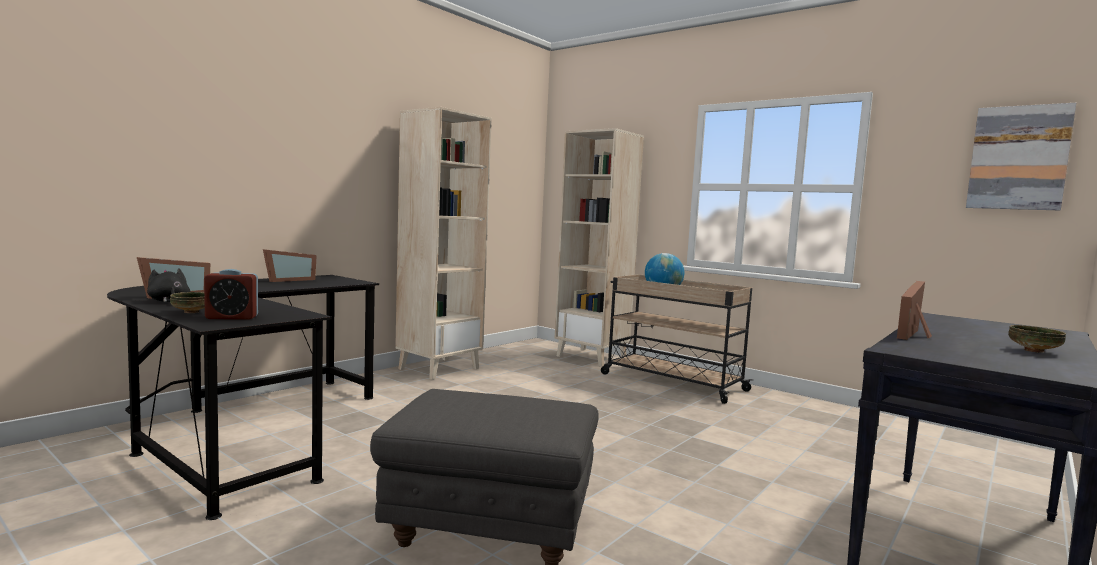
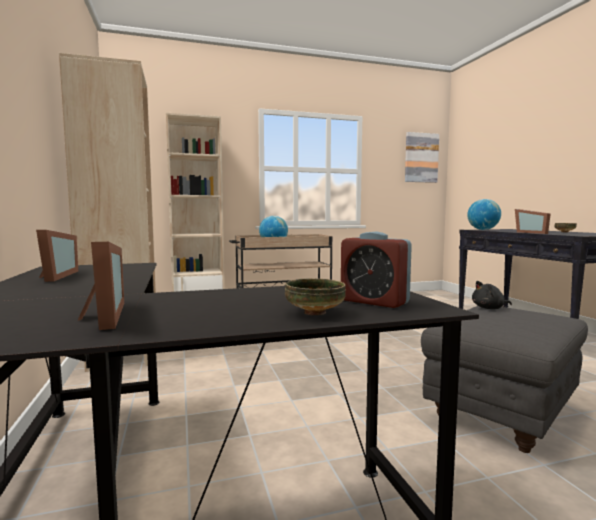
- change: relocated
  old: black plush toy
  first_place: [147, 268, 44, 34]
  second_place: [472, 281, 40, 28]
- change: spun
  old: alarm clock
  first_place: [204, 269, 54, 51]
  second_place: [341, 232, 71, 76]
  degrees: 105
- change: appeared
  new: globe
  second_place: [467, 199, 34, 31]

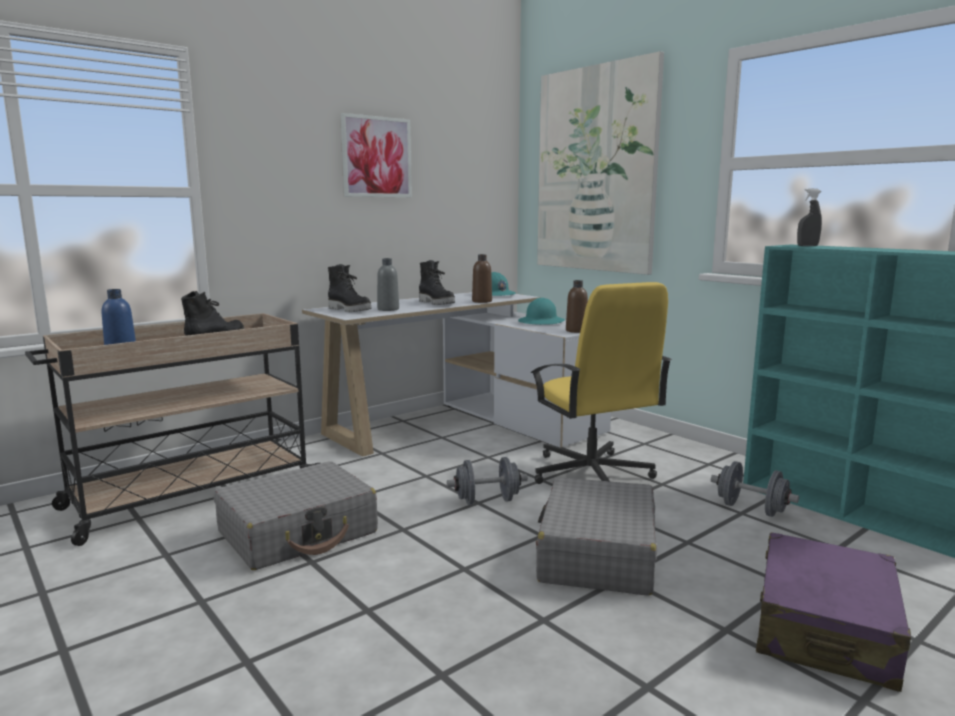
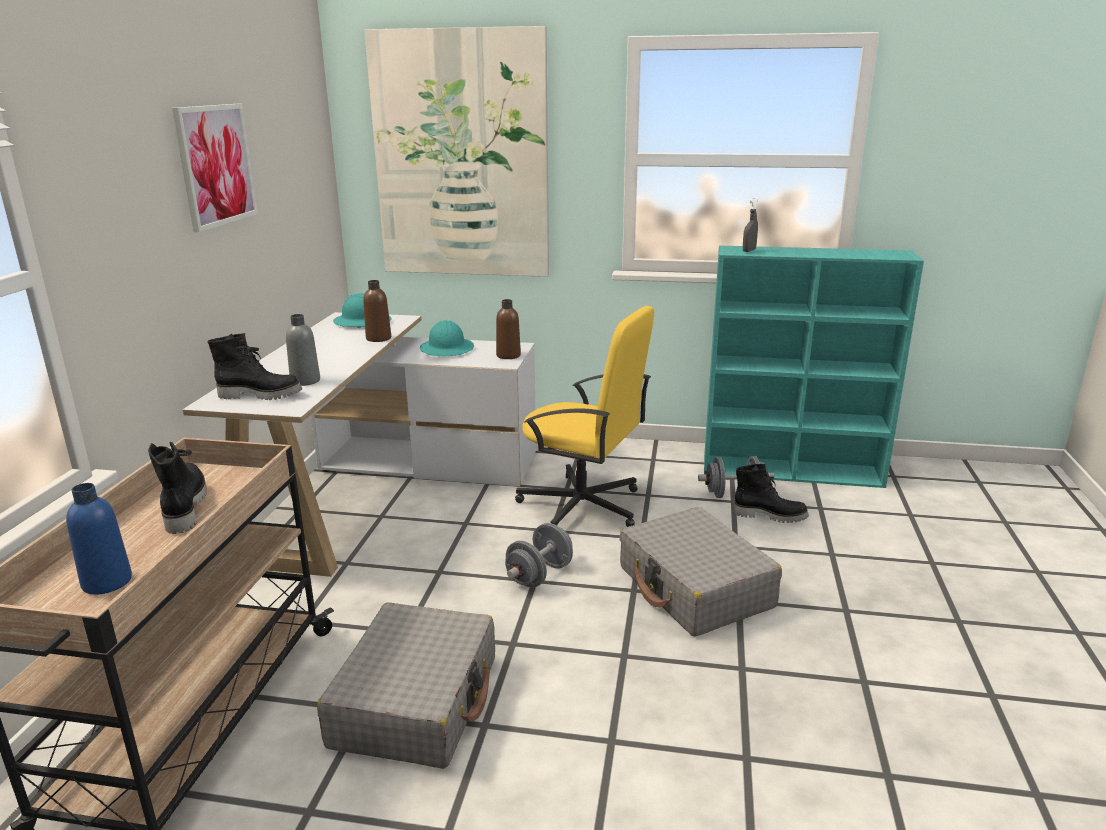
- change: relocated
  old: black boot
  first_place: [419, 260, 36, 45]
  second_place: [734, 464, 75, 59]
- change: missing
  old: purple suitcase
  first_place: [756, 532, 155, 160]

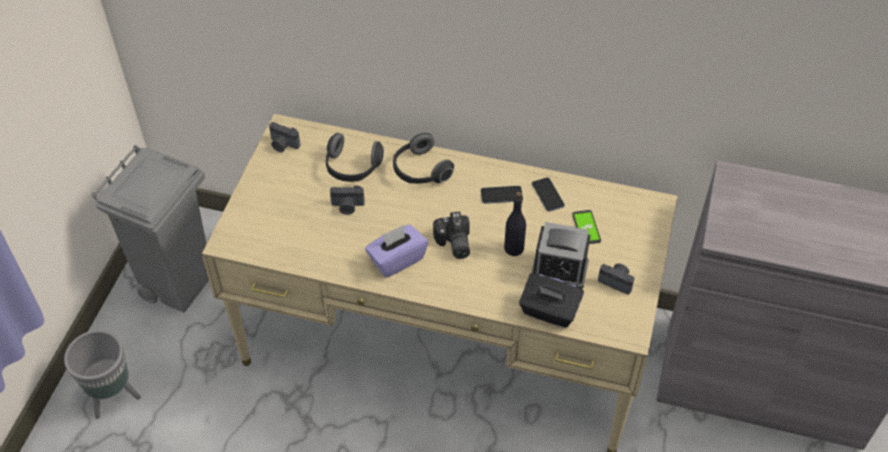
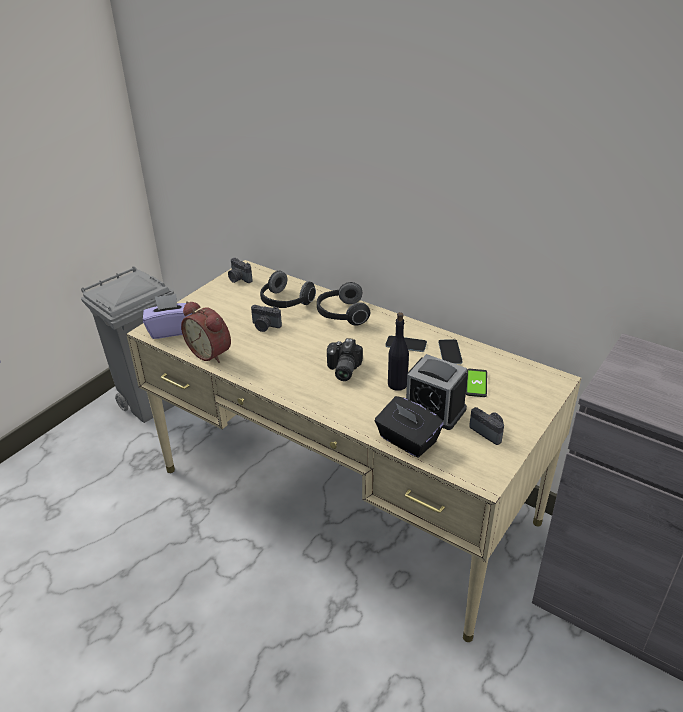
- change: relocated
  old: purple tissue box
  first_place: [365, 225, 63, 53]
  second_place: [143, 294, 49, 45]
- change: missing
  old: grey planter
  first_place: [64, 330, 77, 89]
- change: appeared
  new: alarm clock
  second_place: [181, 301, 50, 62]

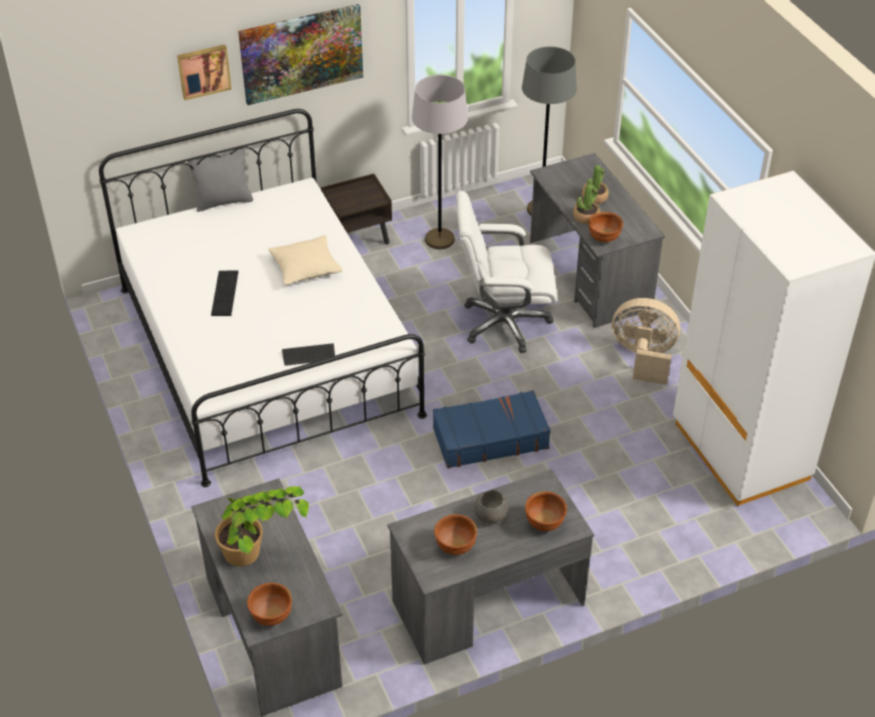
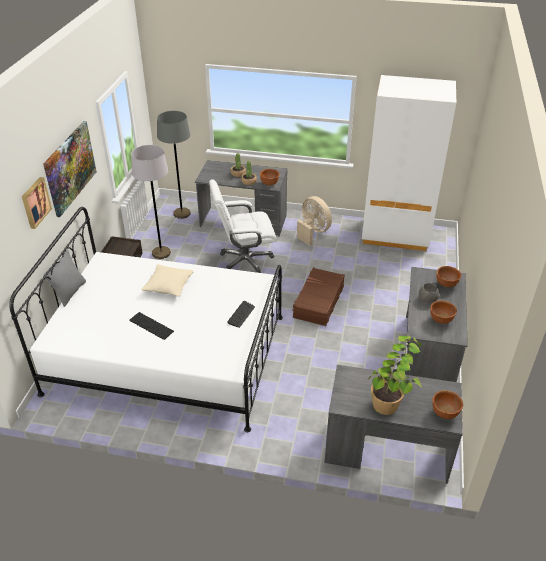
- change: spun
  old: white office chair
  first_place: [456, 191, 101, 162]
  second_place: [209, 179, 68, 94]
  degrees: 45
- change: spun
  old: beige fan
  first_place: [612, 298, 68, 87]
  second_place: [297, 196, 35, 50]
  degrees: 90
- change: colour
  old: blue suitcase
  new: brown suitcase
  first_place: [433, 390, 118, 78]
  second_place: [292, 267, 53, 59]

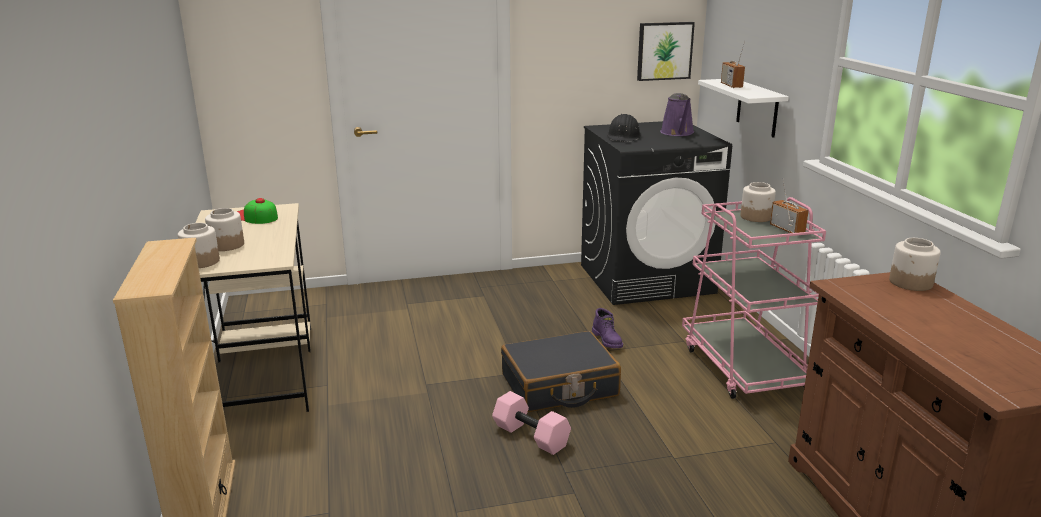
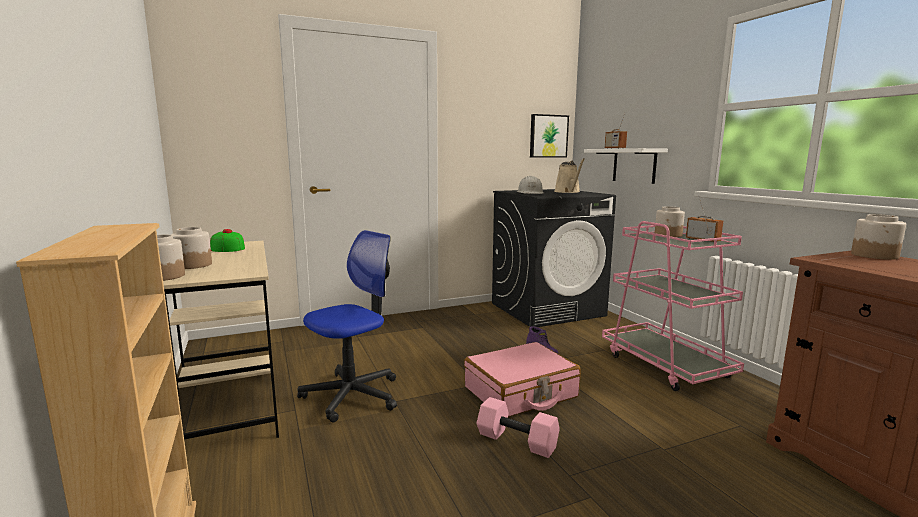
- change: colour
  old: purple watering can
  new: beige watering can
  first_place: [660, 93, 34, 43]
  second_place: [554, 158, 31, 35]
- change: colour
  old: black hard hat
  new: white hard hat
  first_place: [607, 114, 34, 28]
  second_place: [517, 176, 27, 18]
- change: colour
  old: black suitcase
  new: pink suitcase
  first_place: [501, 331, 120, 81]
  second_place: [464, 342, 117, 75]
- change: appeared
  new: office chair
  second_place: [297, 230, 100, 193]

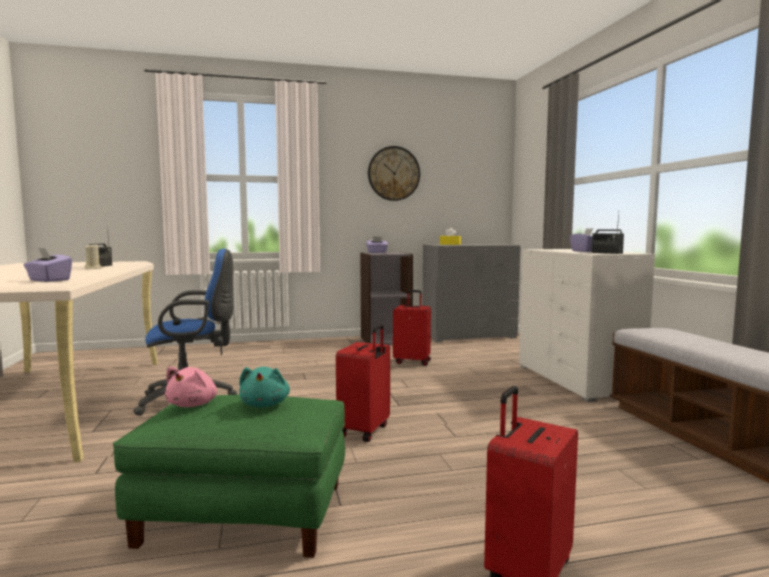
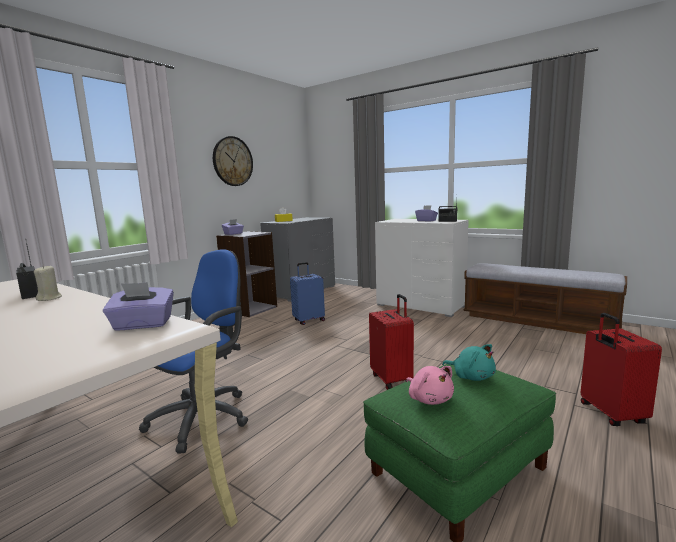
- change: colour
  old: red suitcase
  new: blue suitcase
  first_place: [393, 290, 38, 76]
  second_place: [290, 262, 35, 63]

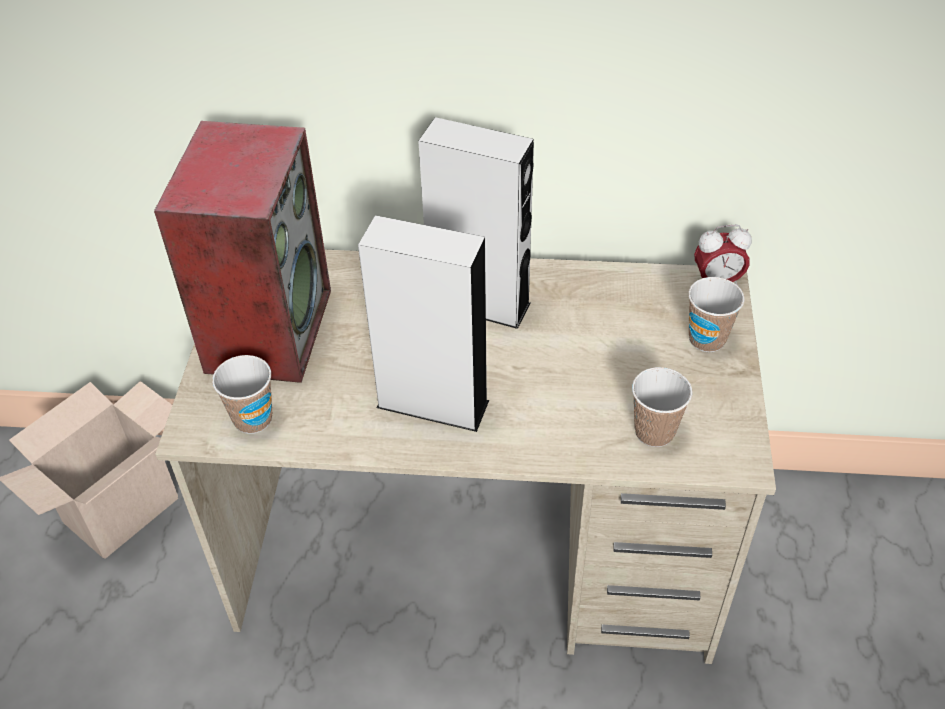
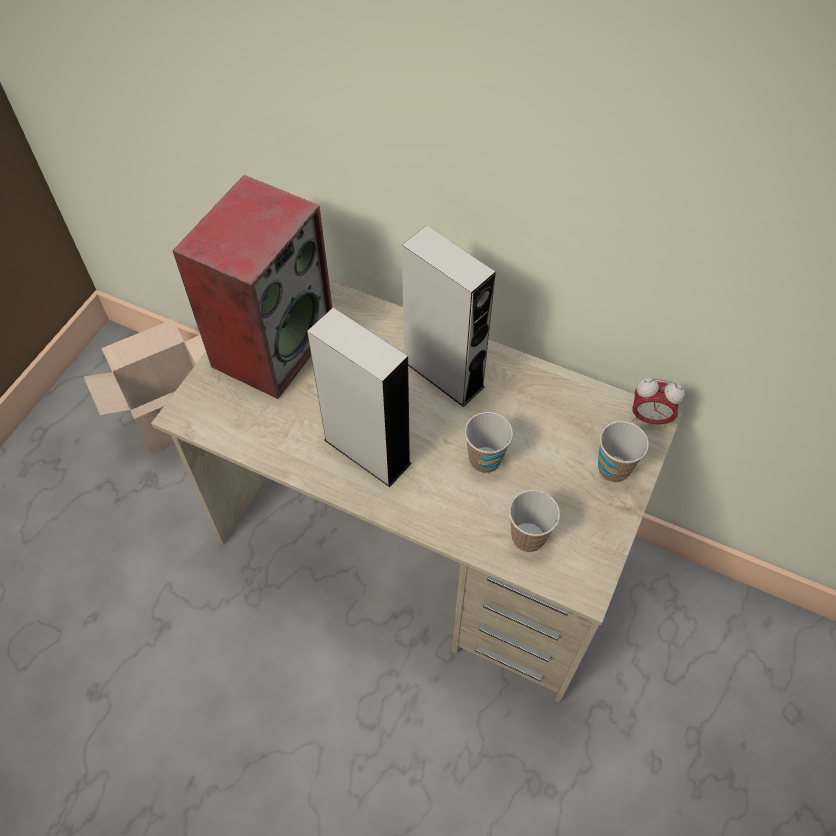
- change: relocated
  old: cup
  first_place: [212, 355, 60, 79]
  second_place: [465, 412, 48, 61]

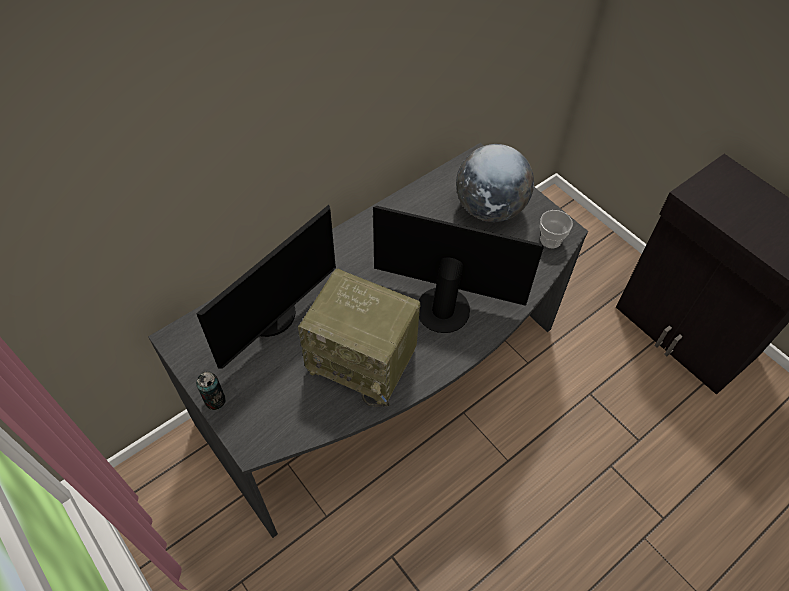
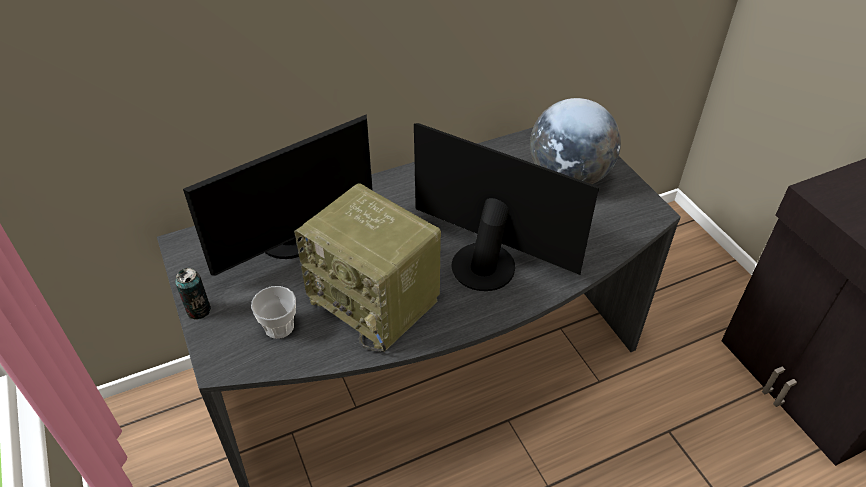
- change: relocated
  old: cup
  first_place: [540, 210, 33, 39]
  second_place: [251, 286, 45, 53]

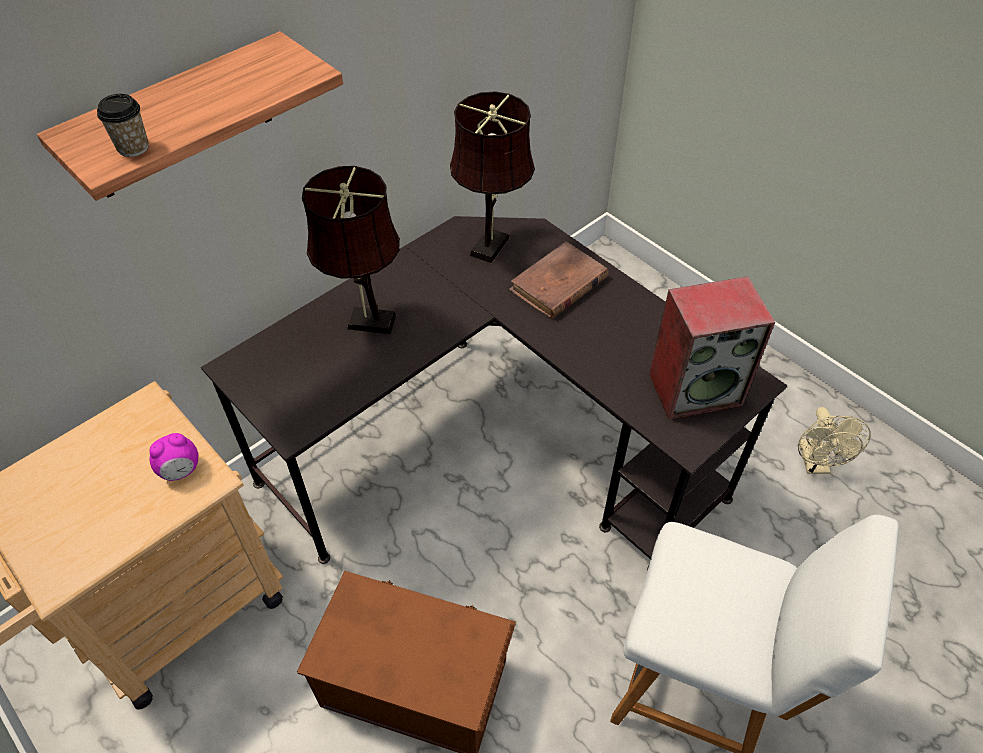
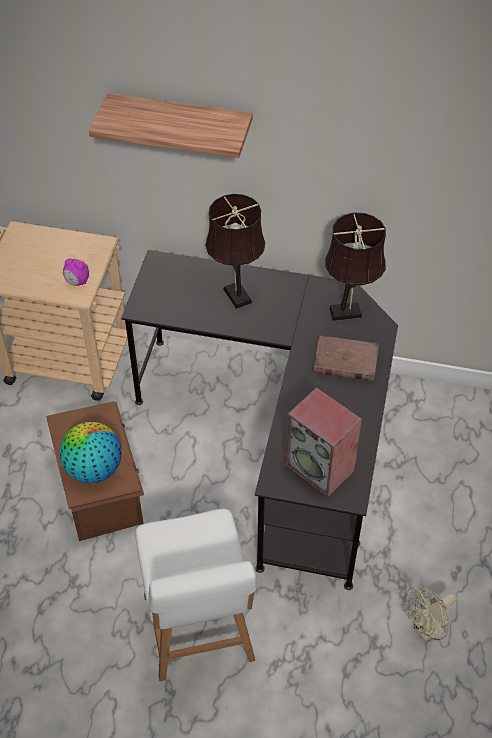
- change: missing
  old: cup
  first_place: [97, 94, 52, 63]
- change: appeared
  new: globe
  second_place: [60, 422, 62, 62]

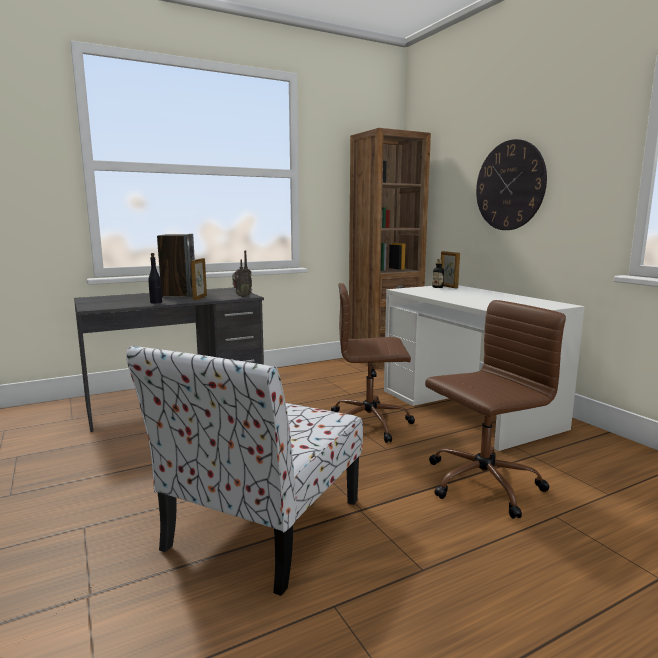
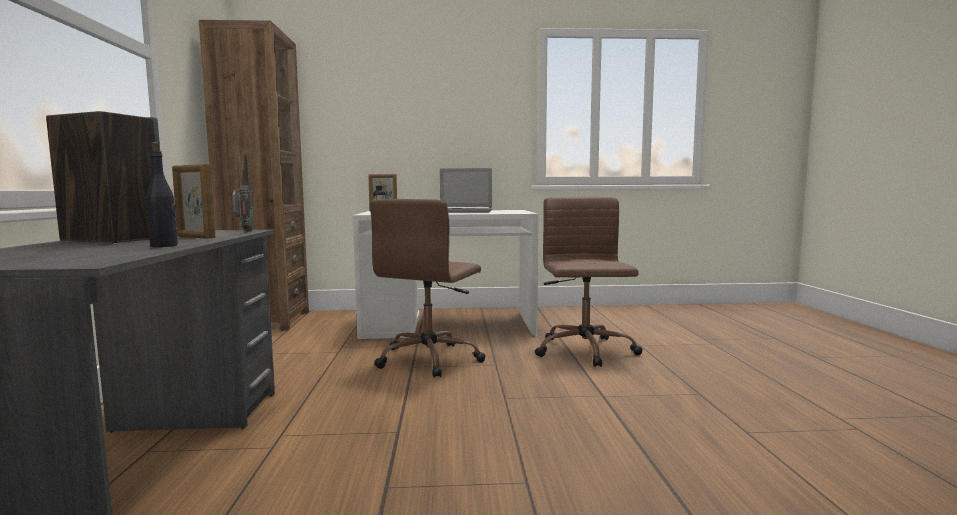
- change: missing
  old: wall clock
  first_place: [476, 139, 71, 91]
- change: missing
  old: chair
  first_place: [126, 346, 237, 250]
- change: appeared
  new: laptop
  second_place: [440, 168, 52, 45]

